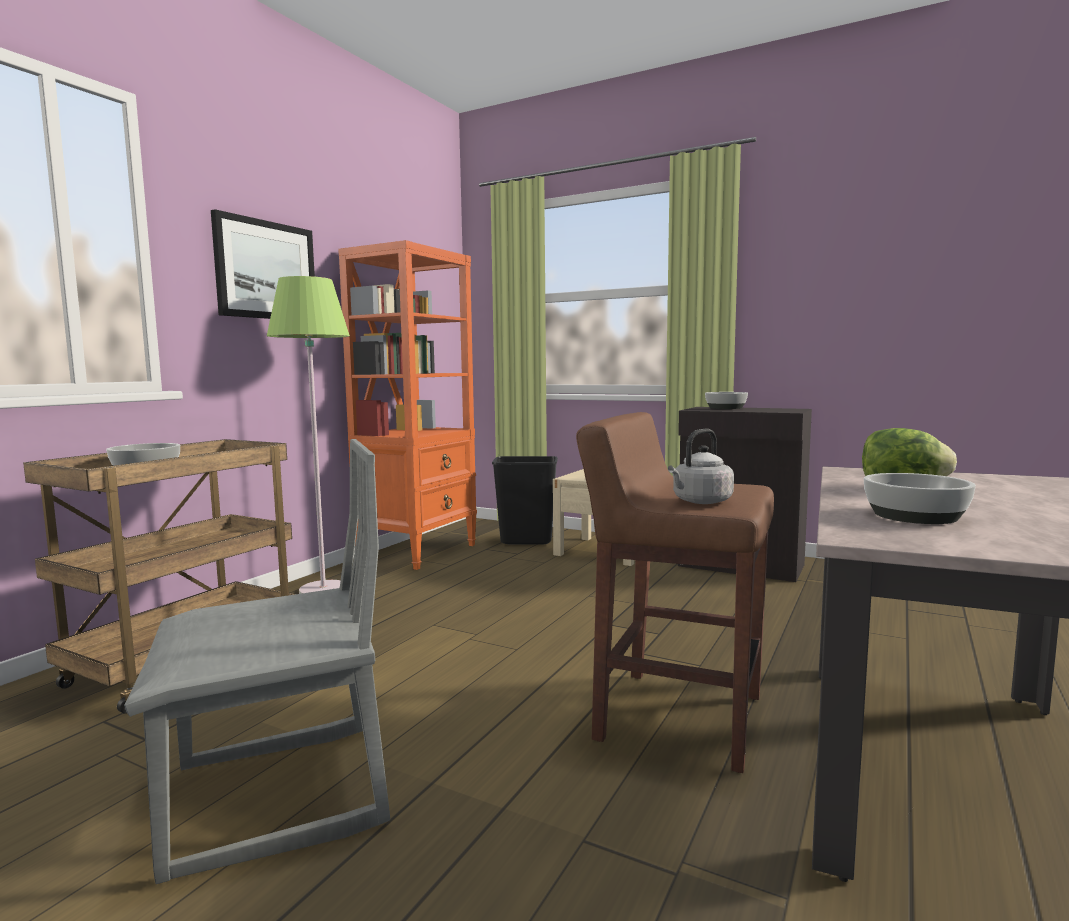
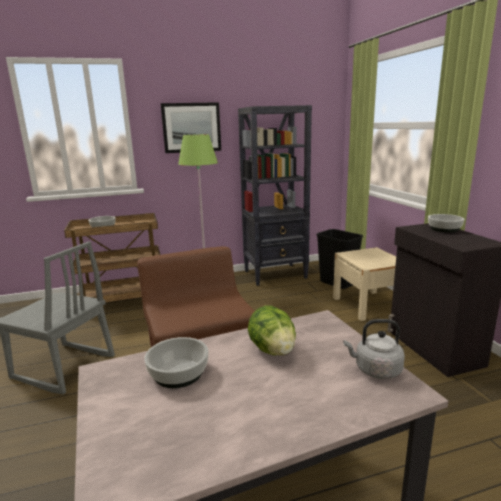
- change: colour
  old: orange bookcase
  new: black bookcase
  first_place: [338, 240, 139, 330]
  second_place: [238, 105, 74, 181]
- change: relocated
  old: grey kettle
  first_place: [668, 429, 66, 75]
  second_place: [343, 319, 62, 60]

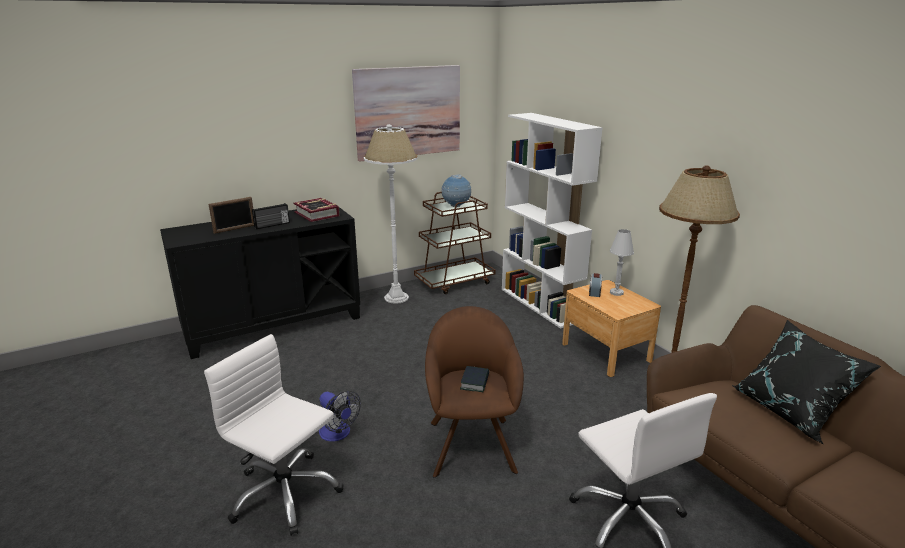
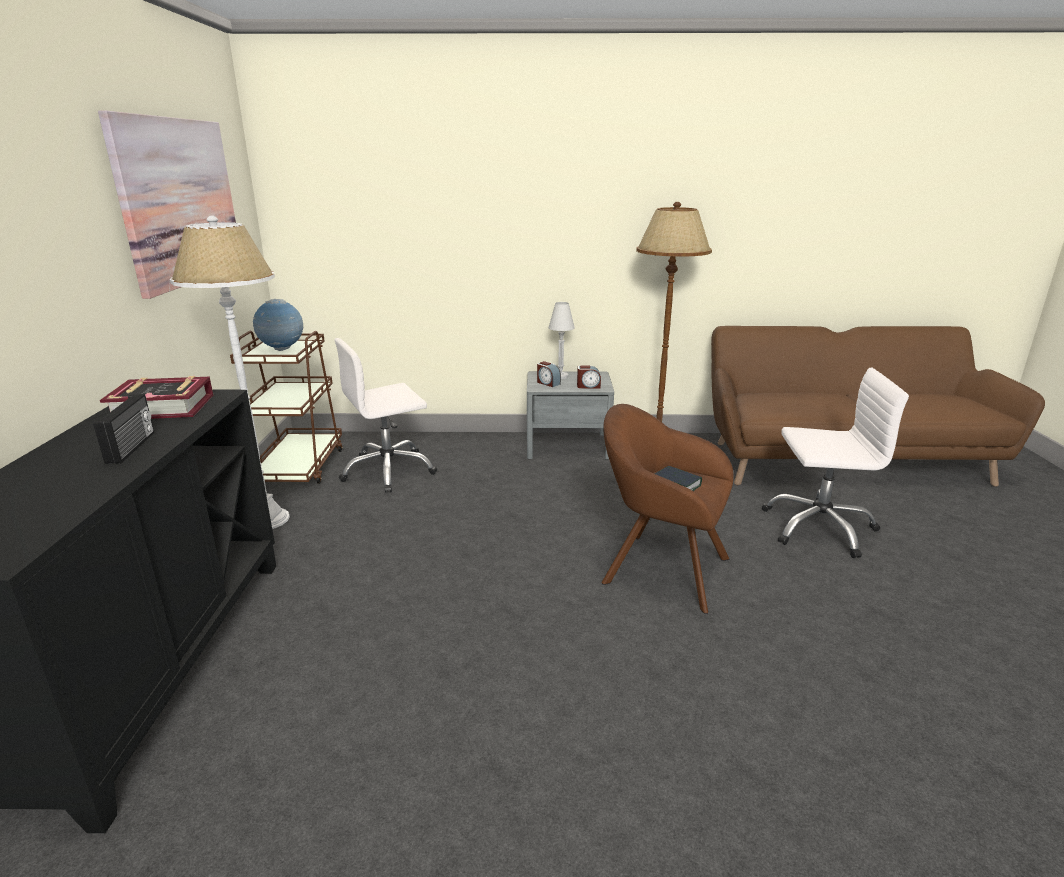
- change: missing
  old: white bookcase
  first_place: [502, 113, 101, 216]
- change: missing
  old: picture frame
  first_place: [209, 197, 45, 37]
- change: colour
  old: brown nightstand
  new: grey nightstand
  first_place: [562, 280, 99, 97]
  second_place: [527, 371, 87, 88]
- change: missing
  old: black pillow
  first_place: [732, 320, 149, 124]
- change: relocated
  old: white office chair
  first_place: [204, 334, 140, 202]
  second_place: [335, 338, 102, 155]
- change: missing
  old: fan
  first_place: [319, 391, 42, 51]
- change: appeared
  new: alarm clock
  second_place: [577, 366, 24, 22]

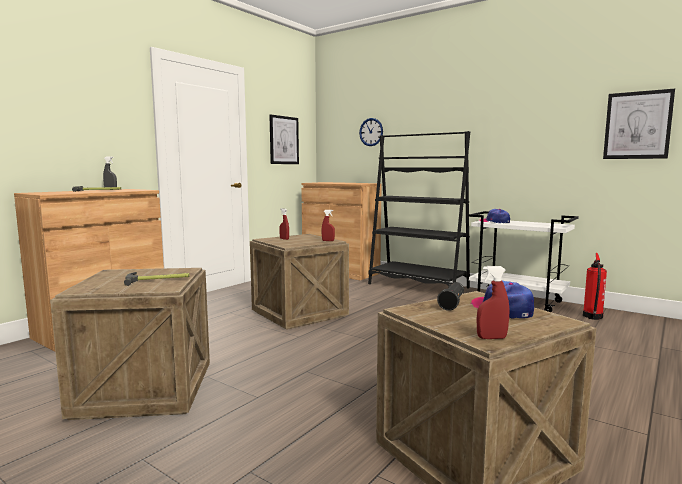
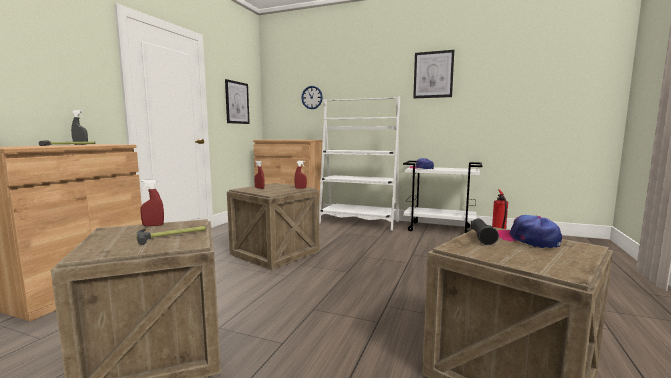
- change: relocated
  old: picture
  first_place: [603, 89, 72, 70]
  second_place: [413, 50, 41, 48]
- change: colour
  old: black bookcase
  new: white bookcase
  first_place: [368, 131, 102, 158]
  second_place: [319, 97, 81, 134]
- change: relocated
  old: red spray bottle
  first_place: [477, 266, 32, 73]
  second_place: [140, 179, 24, 47]

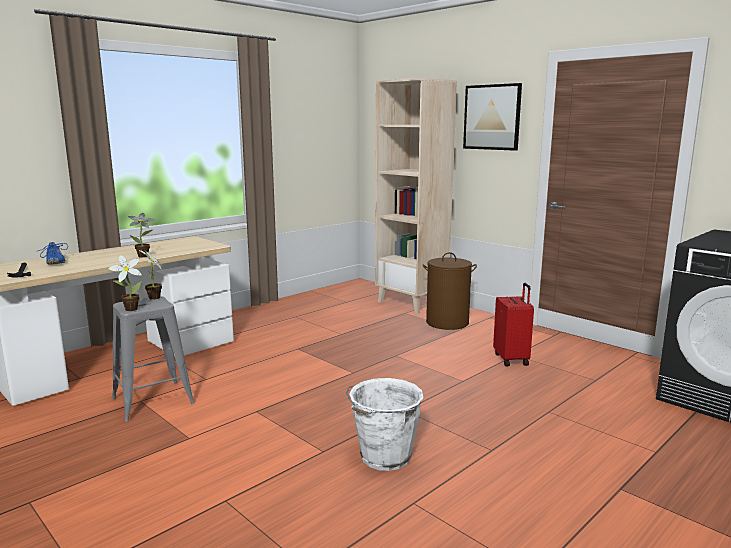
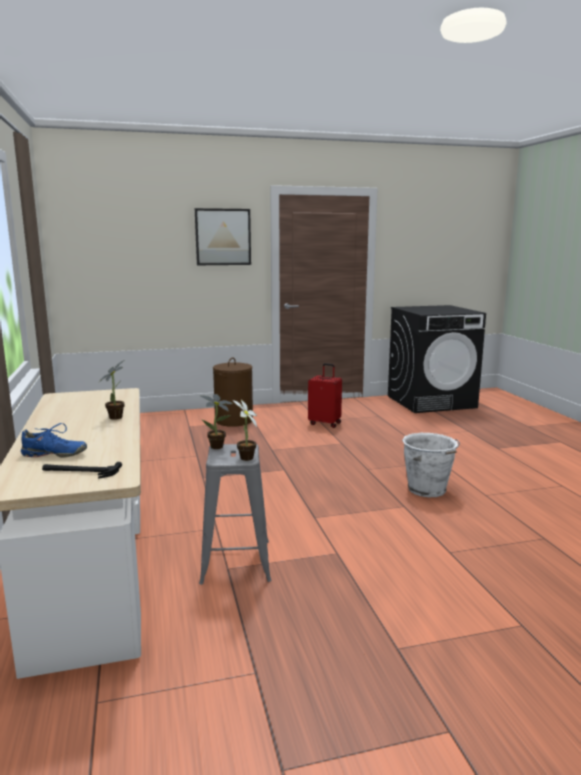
- change: missing
  old: beige bookcase
  first_place: [375, 78, 82, 236]

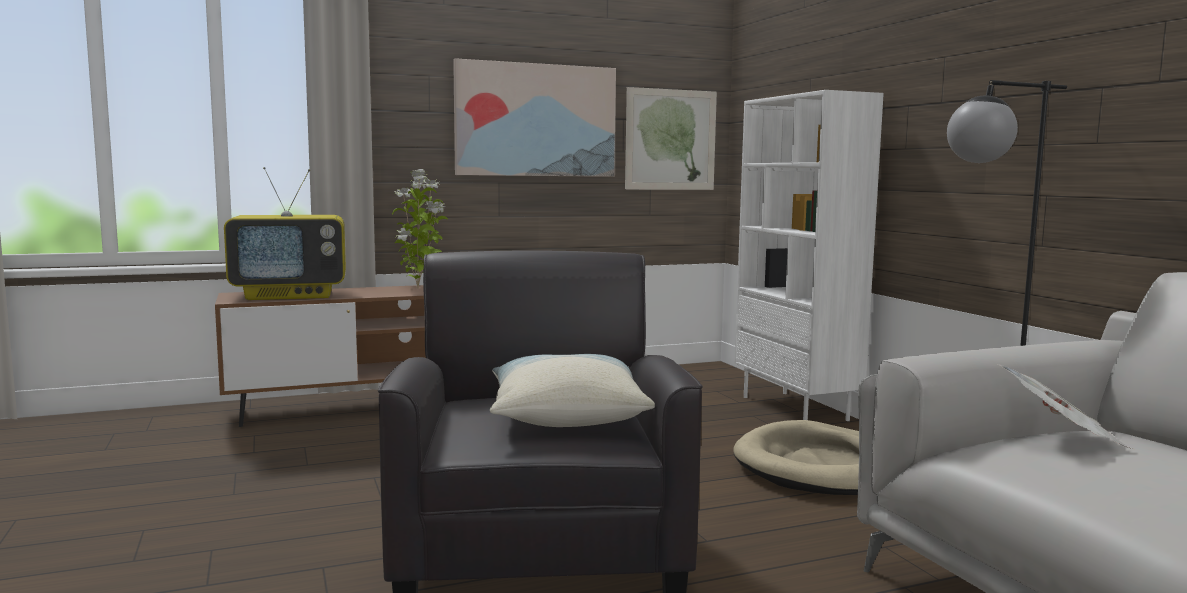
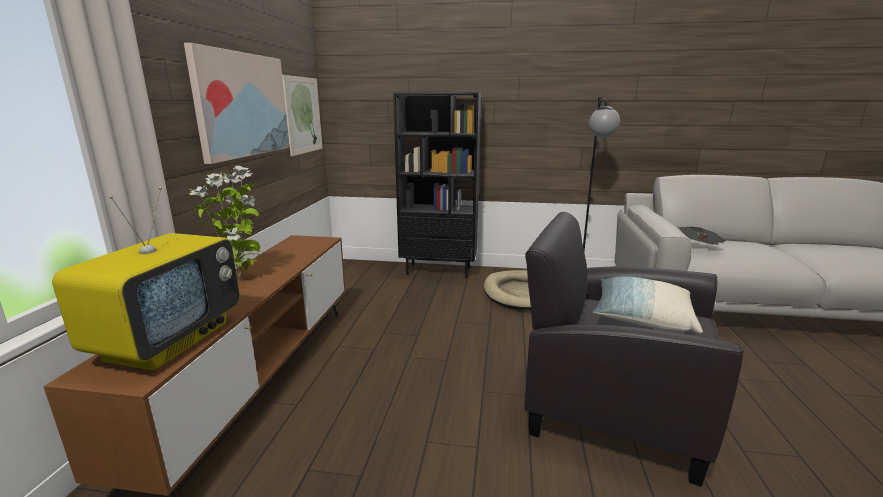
- change: colour
  old: white bookcase
  new: black bookcase
  first_place: [735, 90, 149, 331]
  second_place: [393, 92, 88, 187]

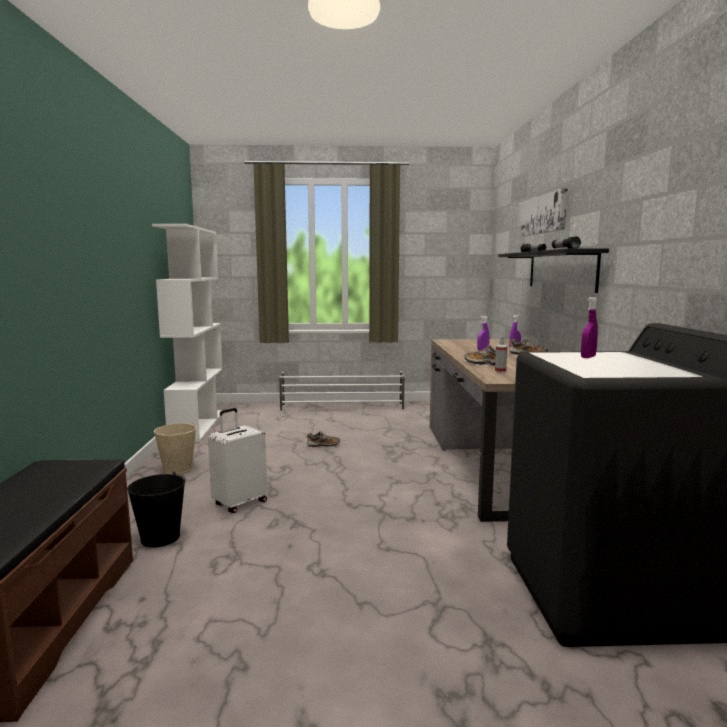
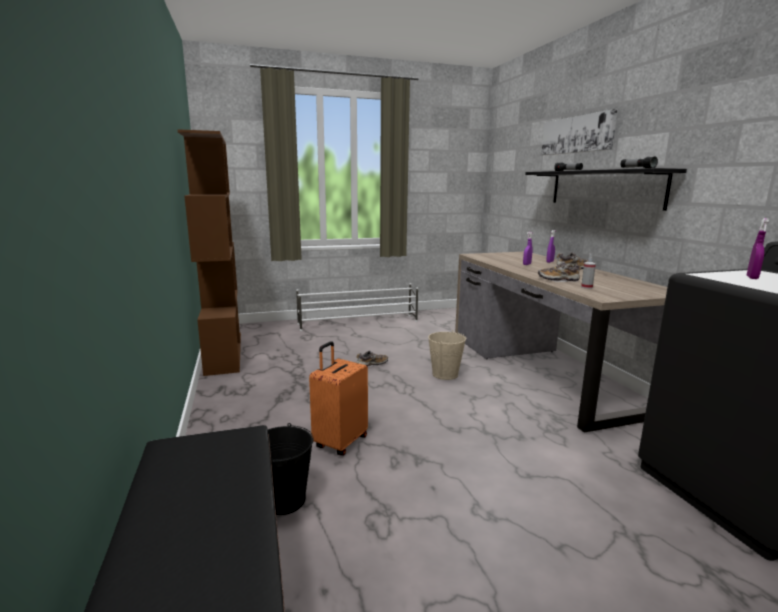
- change: colour
  old: white bookcase
  new: brown bookcase
  first_place: [152, 224, 71, 218]
  second_place: [177, 129, 64, 247]
- change: colour
  old: white suitcase
  new: orange suitcase
  first_place: [208, 408, 59, 105]
  second_place: [309, 341, 59, 115]
- change: relocated
  old: beige bucket
  first_place: [154, 423, 43, 52]
  second_place: [428, 330, 38, 50]

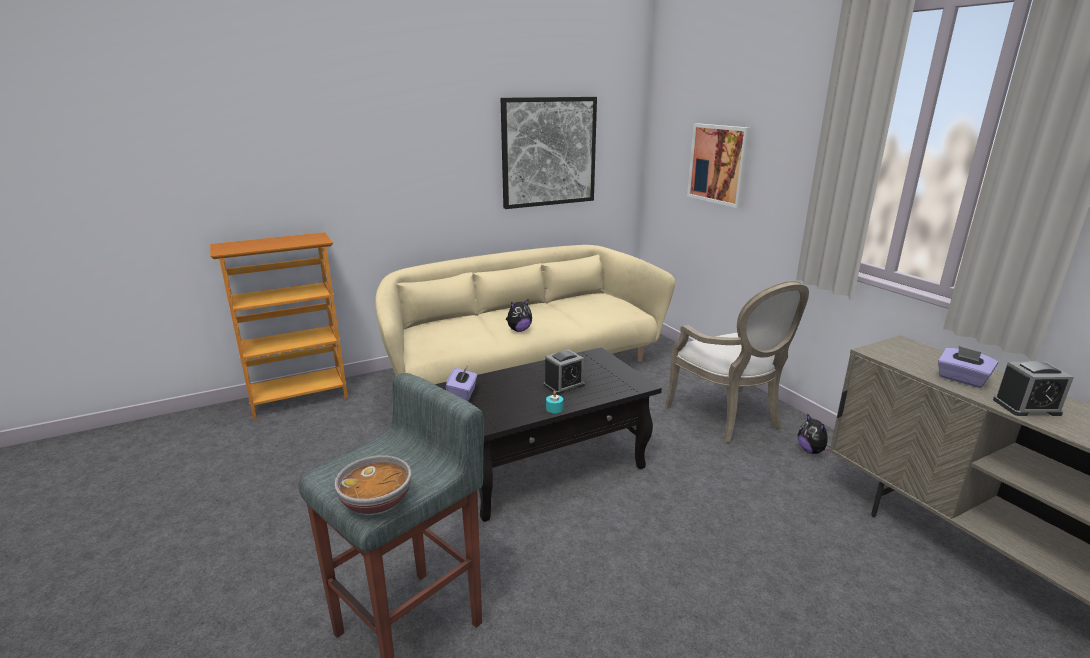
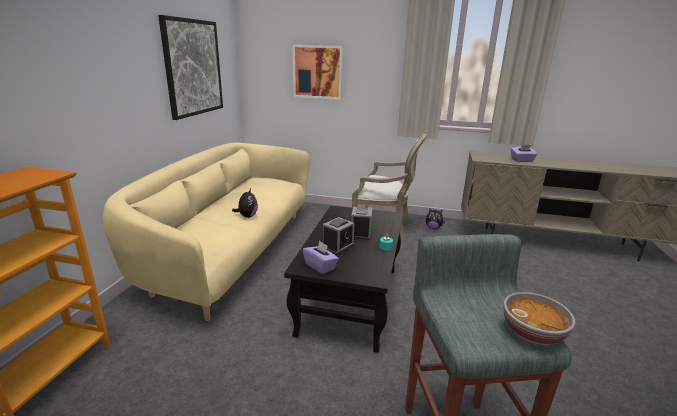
- change: relocated
  old: alarm clock
  first_place: [993, 361, 81, 55]
  second_place: [323, 217, 32, 38]

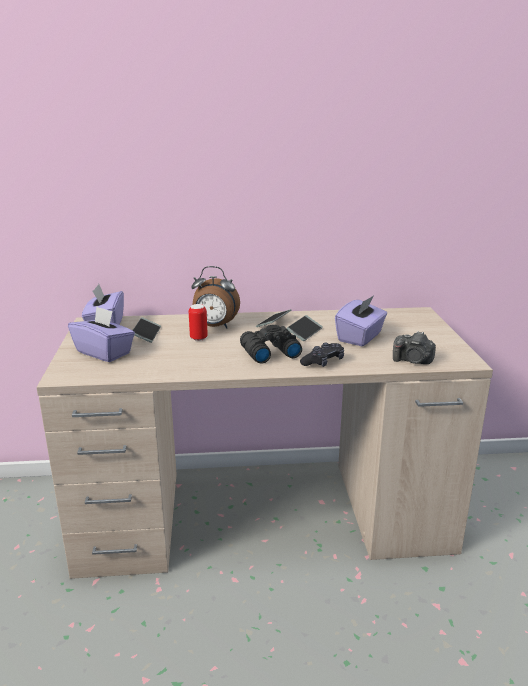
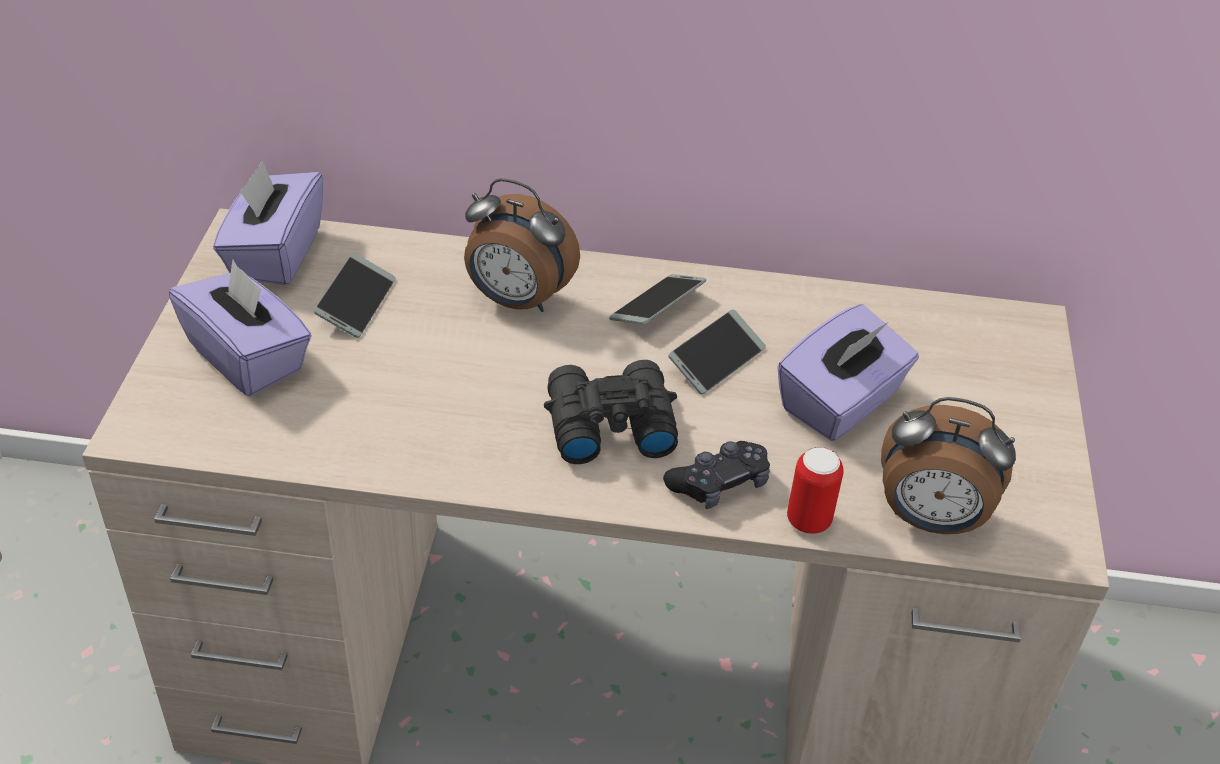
- change: relocated
  old: can
  first_place: [189, 304, 19, 37]
  second_place: [787, 447, 57, 87]
- change: exchanged
  old: photo camera
  new: alarm clock
  first_place: [393, 331, 43, 33]
  second_place: [881, 397, 135, 137]

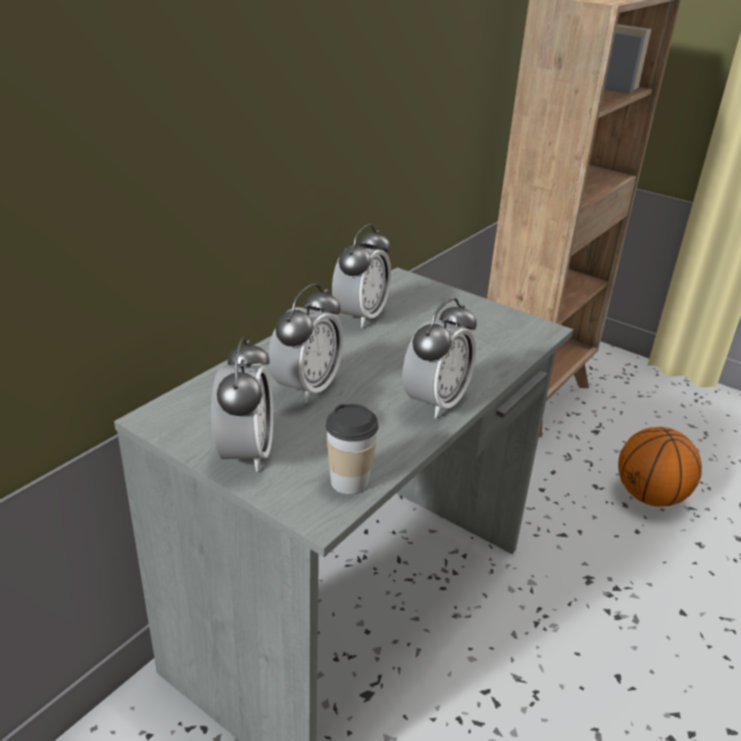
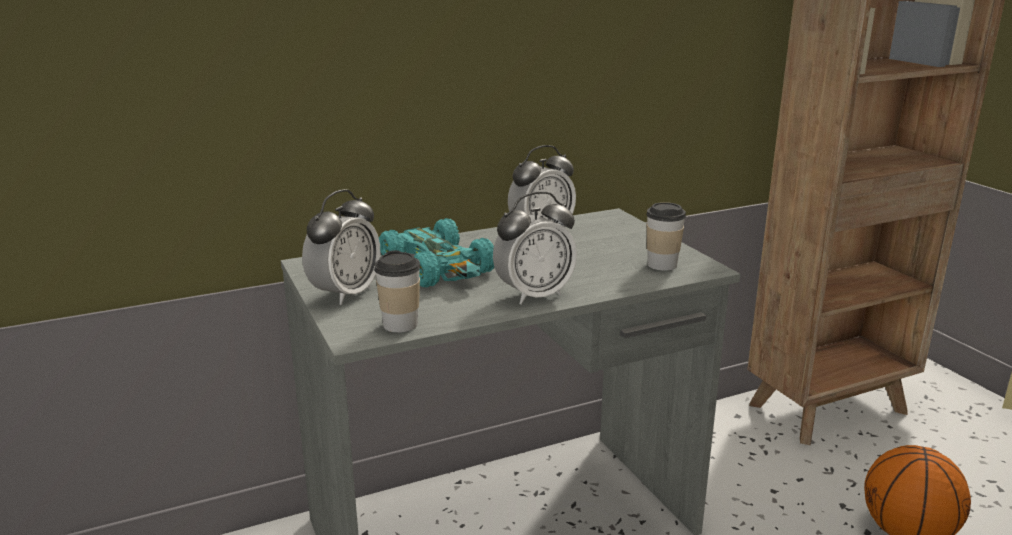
- change: exchanged
  old: alarm clock
  new: turquoise toy car
  first_place: [269, 283, 75, 120]
  second_place: [379, 218, 115, 70]
- change: appeared
  new: cup
  second_place: [646, 202, 40, 69]

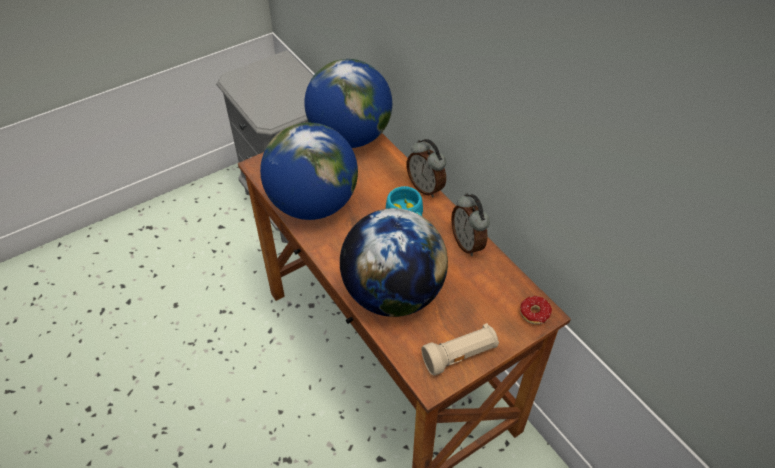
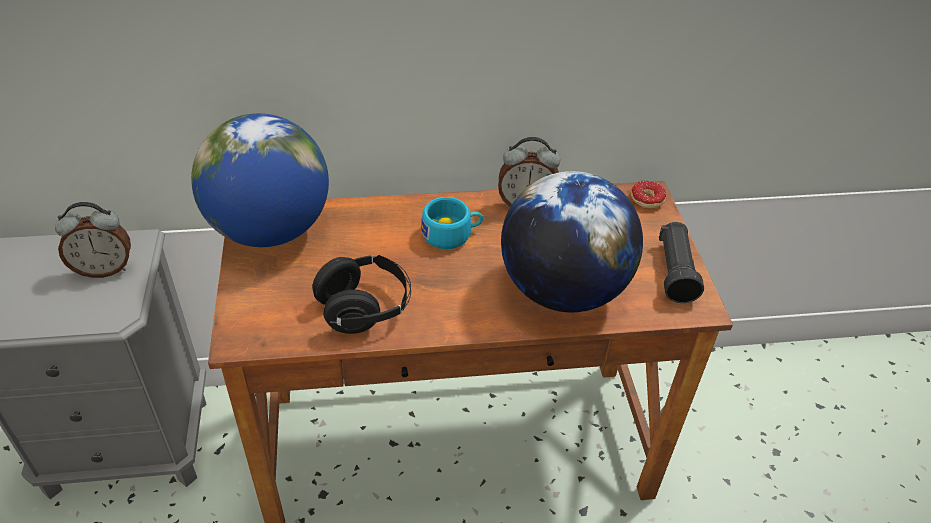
- change: exchanged
  old: globe
  new: black headphones
  first_place: [260, 123, 98, 97]
  second_place: [312, 255, 99, 79]
- change: relocated
  old: alarm clock
  first_place: [407, 139, 39, 59]
  second_place: [55, 202, 76, 76]
- change: colour
  old: beige flashlight
  new: black flashlight
  first_place: [421, 323, 78, 53]
  second_place: [659, 222, 45, 81]

